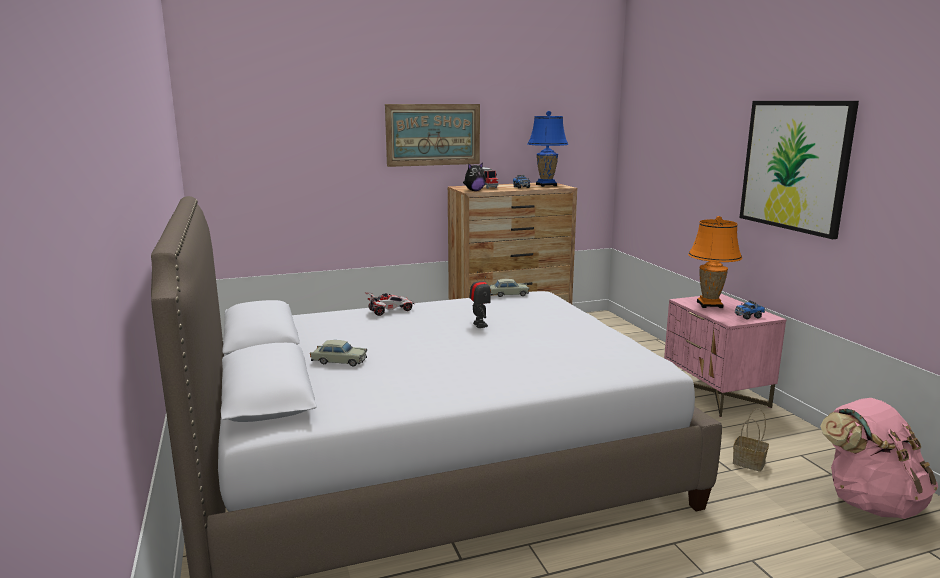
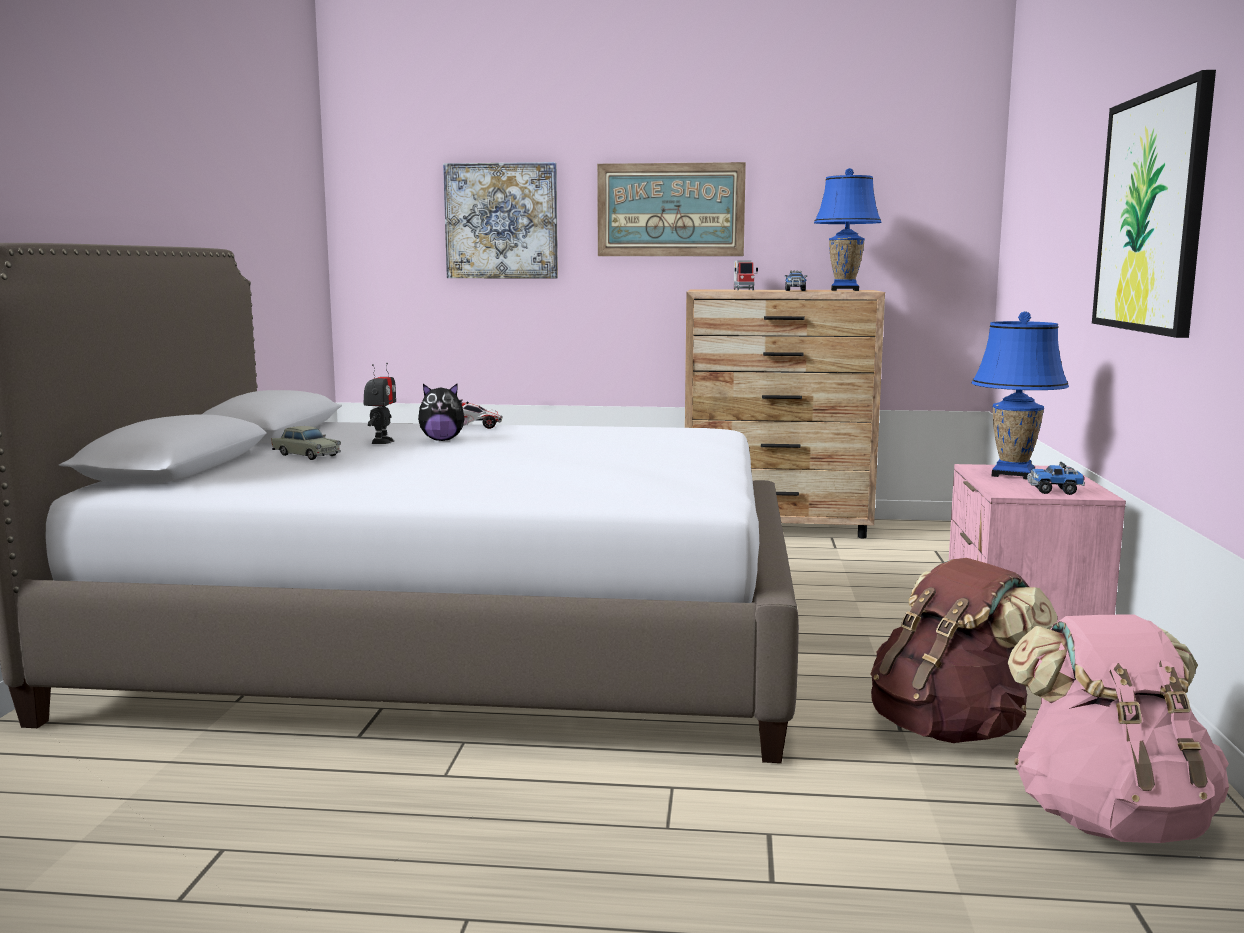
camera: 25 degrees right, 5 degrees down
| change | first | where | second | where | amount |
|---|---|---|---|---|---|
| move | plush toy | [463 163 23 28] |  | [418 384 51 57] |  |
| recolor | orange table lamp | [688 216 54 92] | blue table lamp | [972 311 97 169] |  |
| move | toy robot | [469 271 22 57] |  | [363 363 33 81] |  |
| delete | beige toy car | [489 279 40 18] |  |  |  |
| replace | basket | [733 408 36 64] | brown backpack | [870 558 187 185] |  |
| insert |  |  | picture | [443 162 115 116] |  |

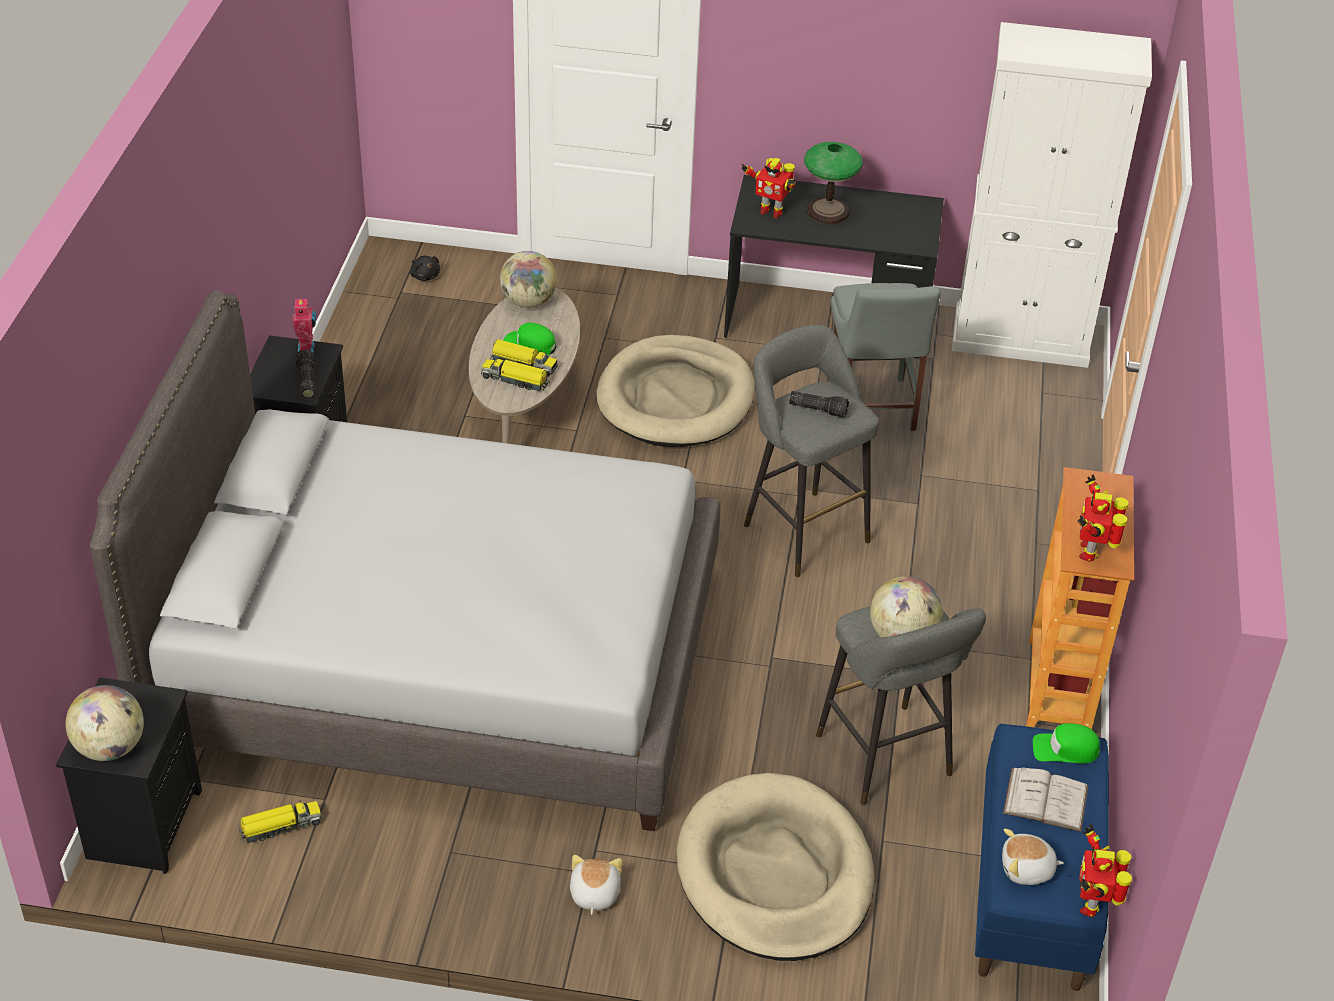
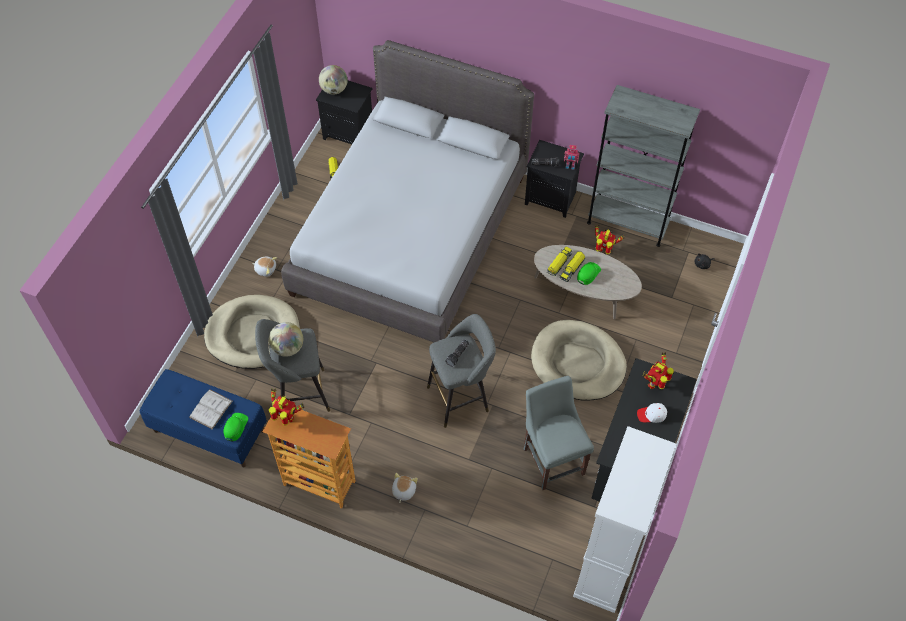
camera: 105 degrees right, 15 degrees up
| change | first | where | second | where | amount |
|---|---|---|---|---|---|
| replace | table lamp | [804 142 59 82] | white cap | [637 403 30 20] |  |
| delete | globe | [500 251 57 57] |  |  |  |
| rotate | grey chair | [827 283 114 148] |  | [524 376 70 114] | 60 degrees clockwise |
| move | toy robot | [1079 824 53 93] |  | [595 225 30 29] |  |
| move | plush toy | [1002 829 62 56] |  | [392 473 26 30] |  |
| insert |  |  | grey bookcase | [587 85 113 162] |  |

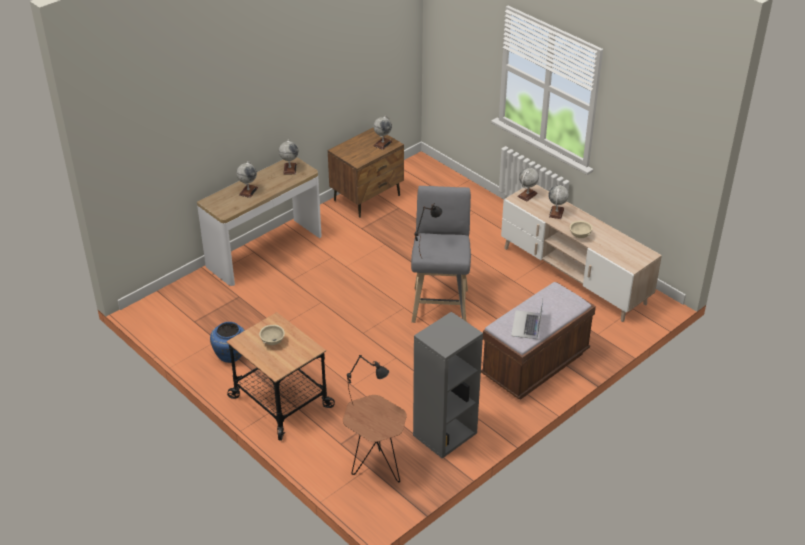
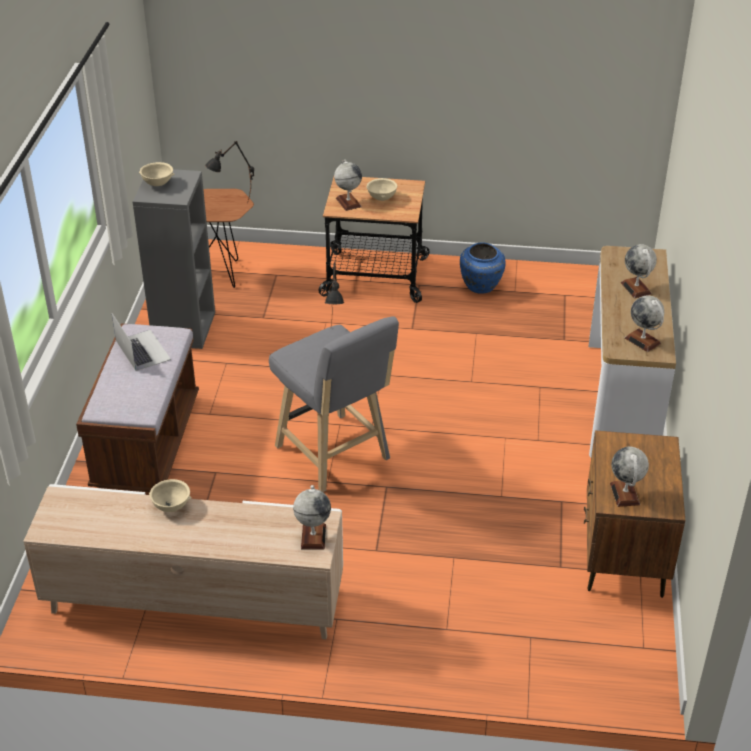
camera: 140 degrees right, 0 degrees up
| change | first | where | second | where | amount |
|---|---|---|---|---|---|
| move | globe | [548 185 21 34] |  | [334 160 28 51] |  |
| insert |  |  | beige bowl | [139 162 35 24] |  |

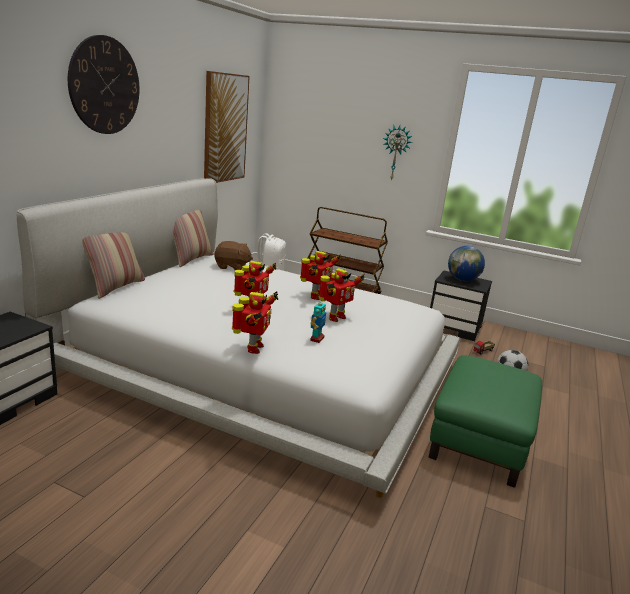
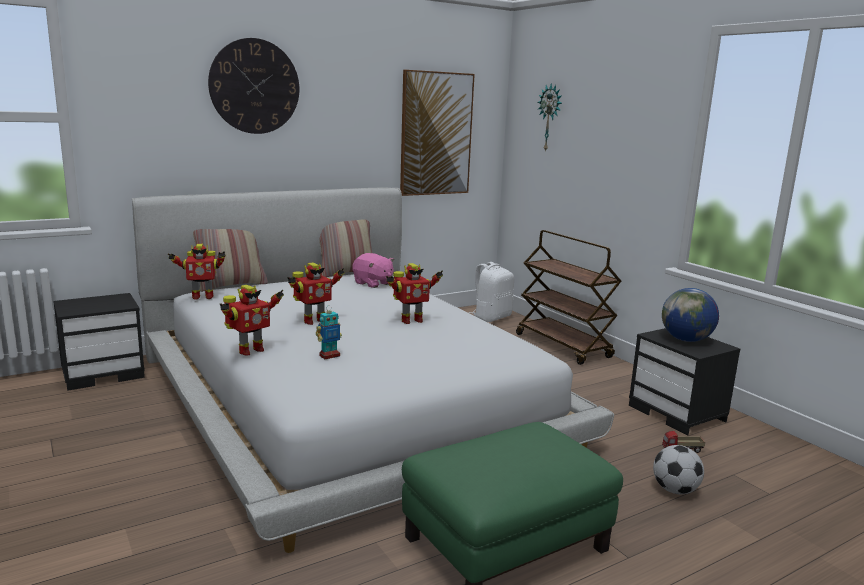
camera: 35 degrees right, 5 degrees down
| change | first | where | second | where | amount |
|---|---|---|---|---|---|
| move | wall clock | [383 125 29 56] |  | [538 84 24 68] |  |
| recolor | brown plush toy | [214 241 39 29] | pink plush toy | [352 253 42 35] |  |
| move | toy robot | [319 268 46 54] |  | [168 244 58 56] |  |

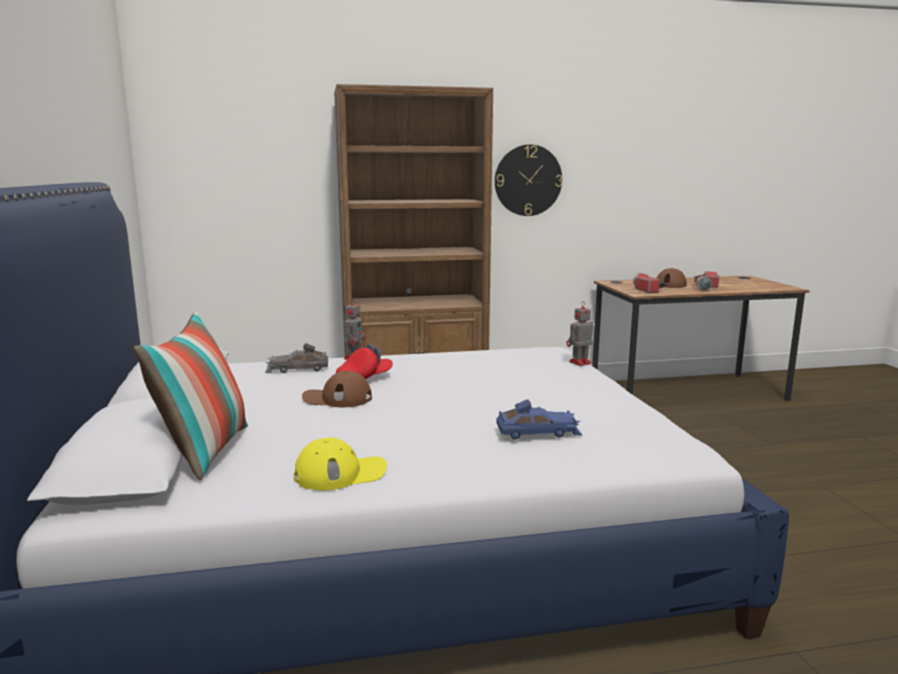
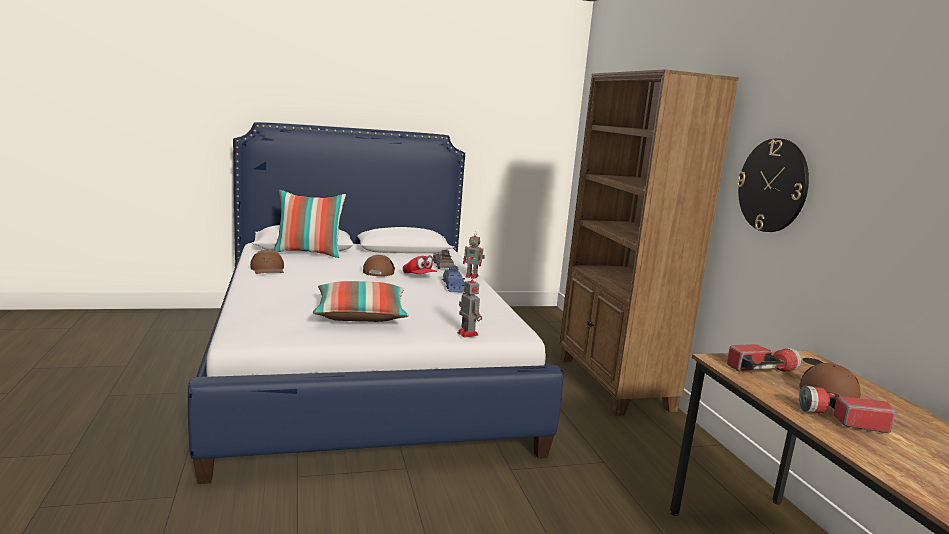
camera: 85 degrees right, 0 degrees up
| change | first | where | second | where | amount |
|---|---|---|---|---|---|
| move | blue toy car | [497 399 85 40] |  | [442 265 24 28] |  |
| recolor | yellow cap | [294 438 93 52] | brown cap | [250 250 34 24] |  |
| insert |  |  | pillow | [313 281 96 41] |  |

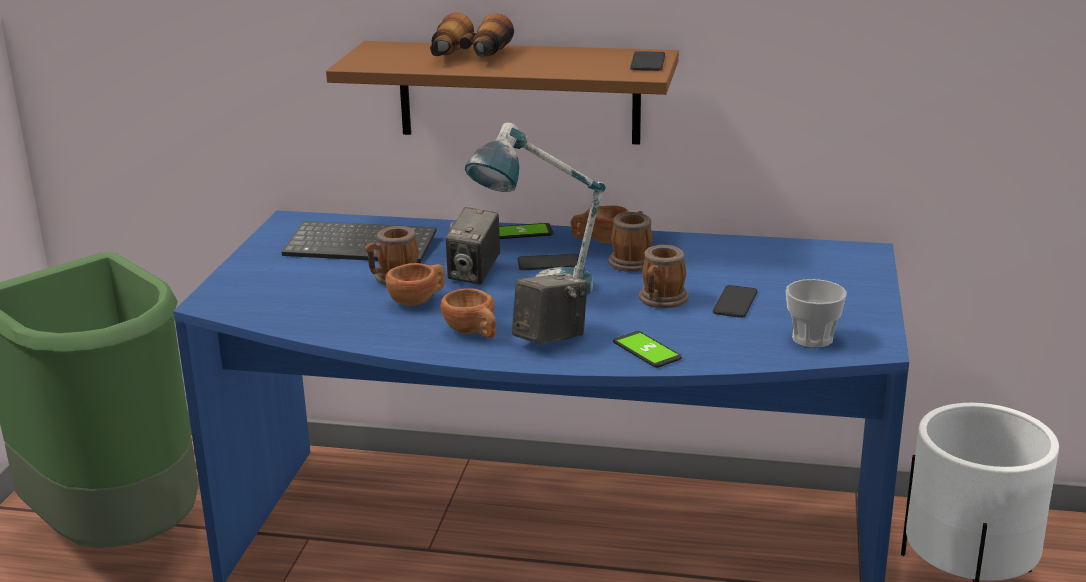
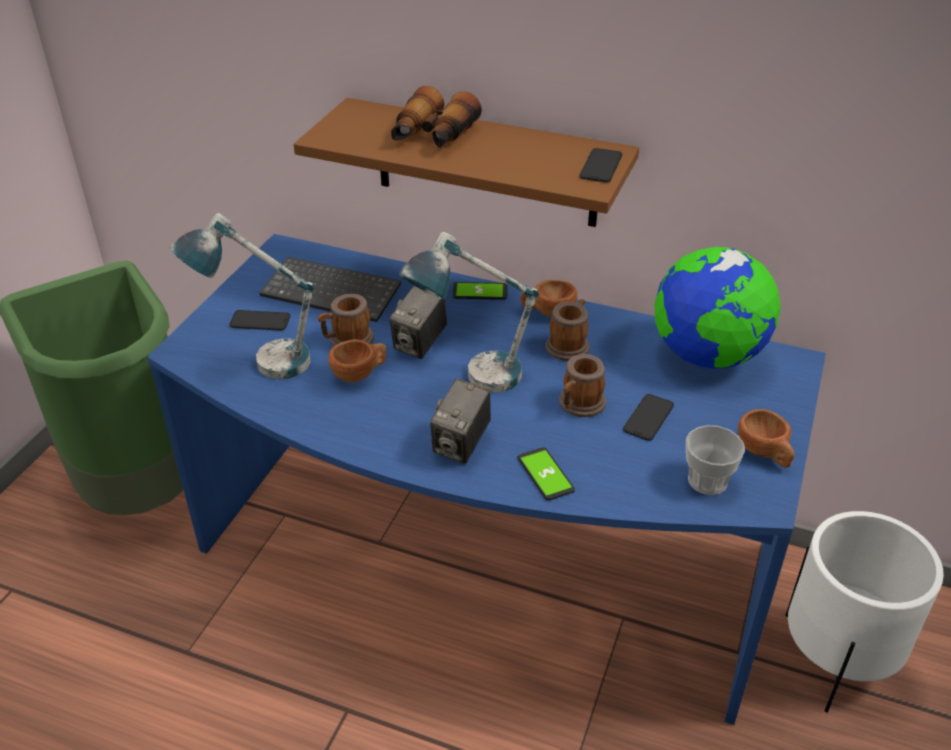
camera: 10 degrees right, 15 degrees up
| change | first | where | second | where | amount |
|---|---|---|---|---|---|
| move | phone | [517 254 62 16] |  | [229 310 61 21] |  |
| rotate | photo camera | [512 273 76 72] |  | [430 378 61 86] | 150 degrees clockwise |
| move | brown cup | [441 288 55 50] |  | [738 409 57 59] |  |
| insert |  |  | table lamp | [169 213 146 166] |  |
| insert |  |  | globe | [655 247 126 122] |  |

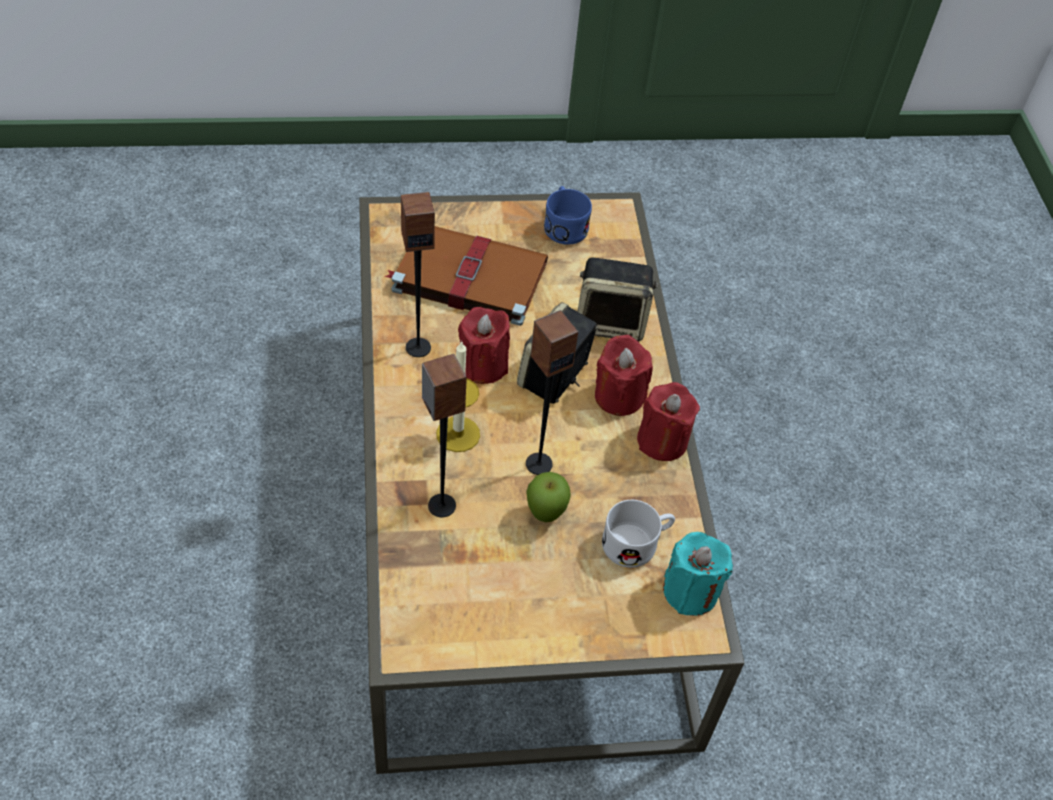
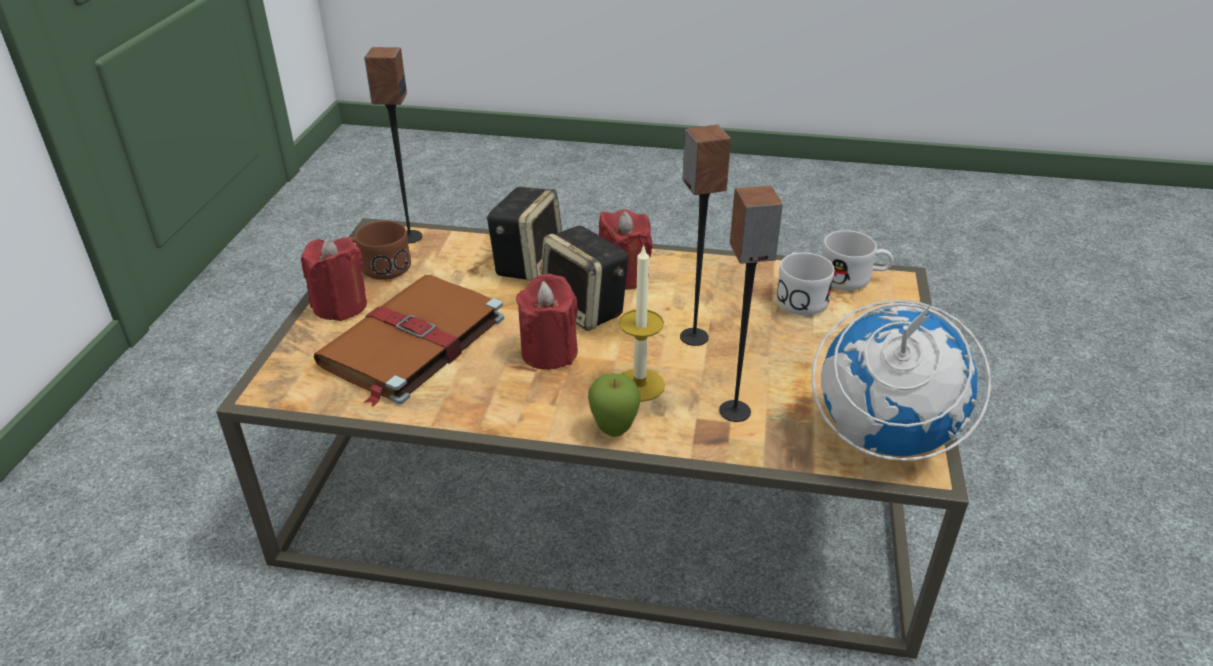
camera: 70 degrees left, 15 degrees down
| change | first | where | second | where | amount |
|---|---|---|---|---|---|
| recolor | blue mug | [544 186 48 59] | brown mug | [347 221 64 59] |  |
| move | speaker | [401 192 34 165] |  | [364 47 58 196] |  |
| move | red candle | [637 382 63 79] |  | [301 237 66 84] |  |
| move | apple | [526 472 45 50] |  | [588 373 53 64] |  |
| replace | turquoise candle | [663 532 70 84] | white mug | [822 230 72 61] |  |
| insert |  |  | globe | [811 300 180 161] |  |

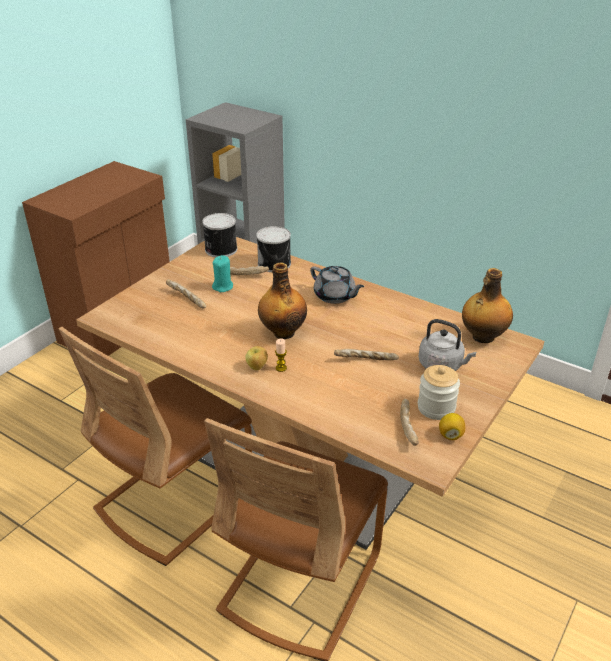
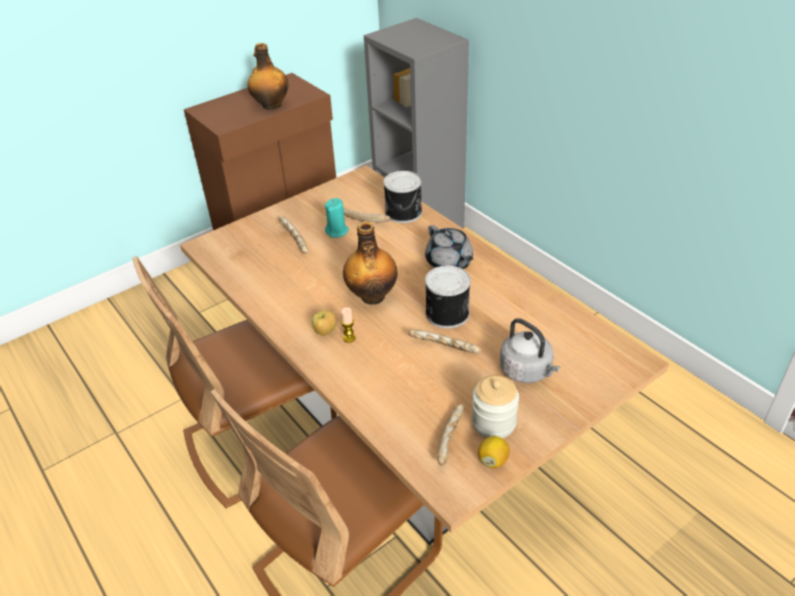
camera: 20 degrees right, 5 degrees up
| change | first | where | second | where | amount |
|---|---|---|---|---|---|
| move | can | [202 213 35 44] |  | [425 265 46 63] |  |
| move | bottle | [462 268 51 75] |  | [248 43 41 67] |  |

